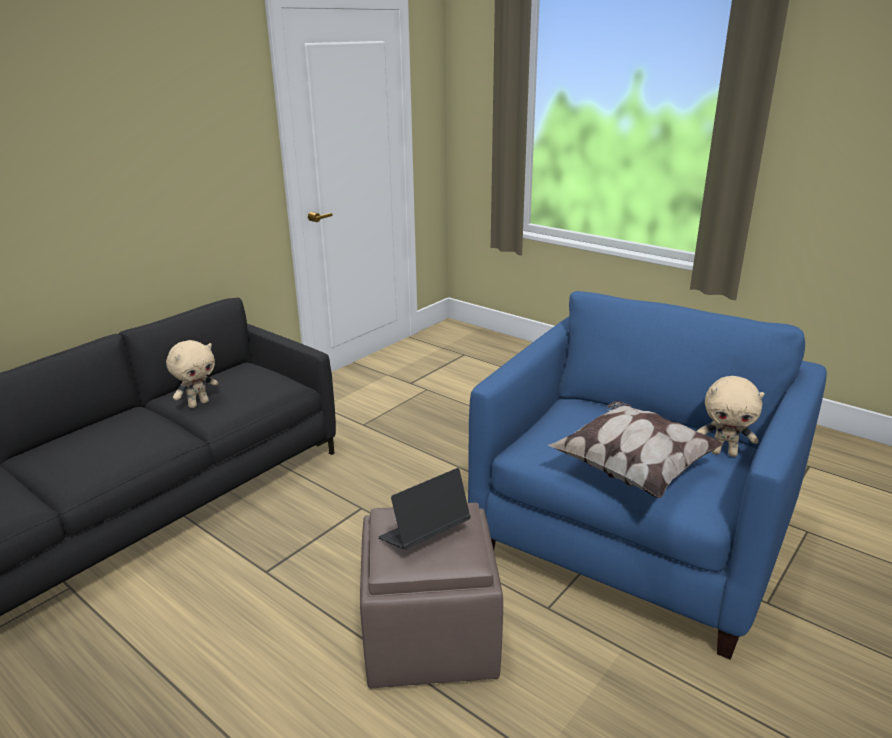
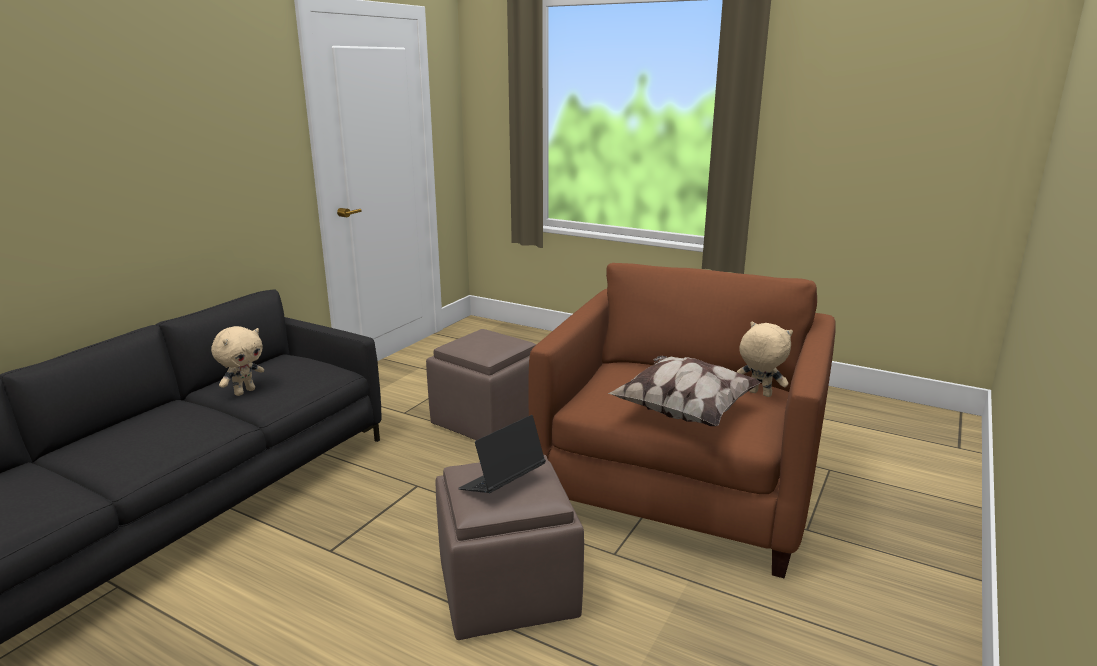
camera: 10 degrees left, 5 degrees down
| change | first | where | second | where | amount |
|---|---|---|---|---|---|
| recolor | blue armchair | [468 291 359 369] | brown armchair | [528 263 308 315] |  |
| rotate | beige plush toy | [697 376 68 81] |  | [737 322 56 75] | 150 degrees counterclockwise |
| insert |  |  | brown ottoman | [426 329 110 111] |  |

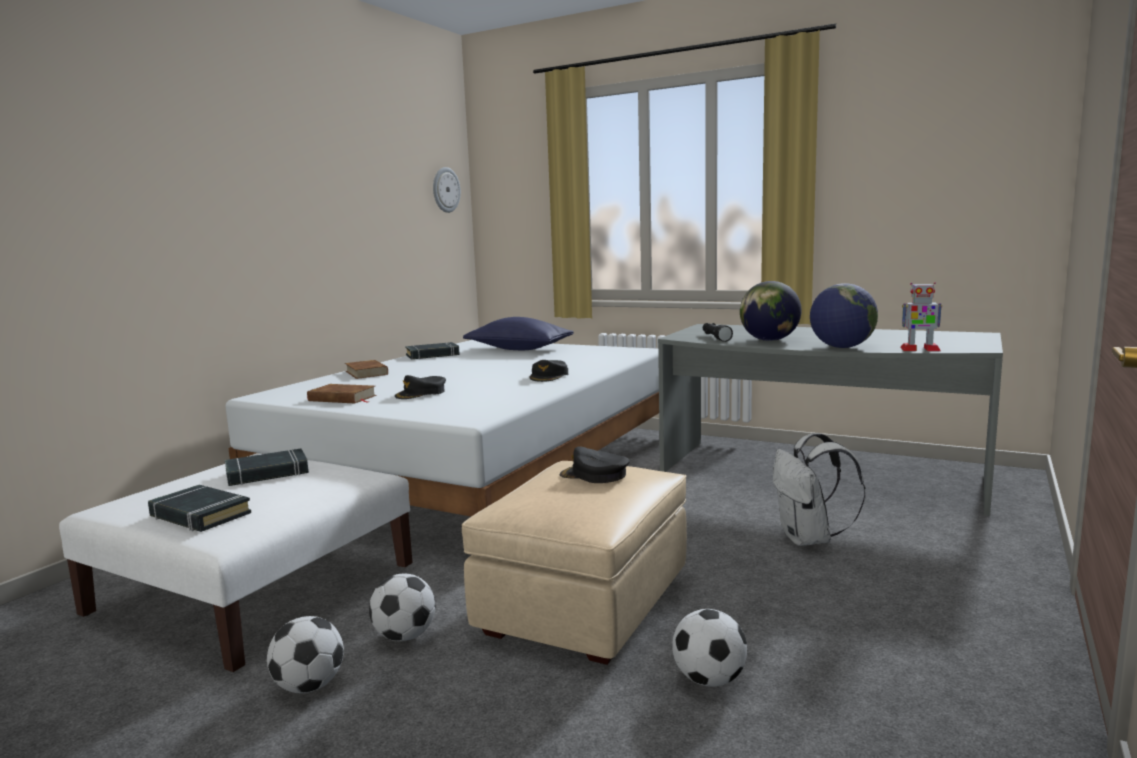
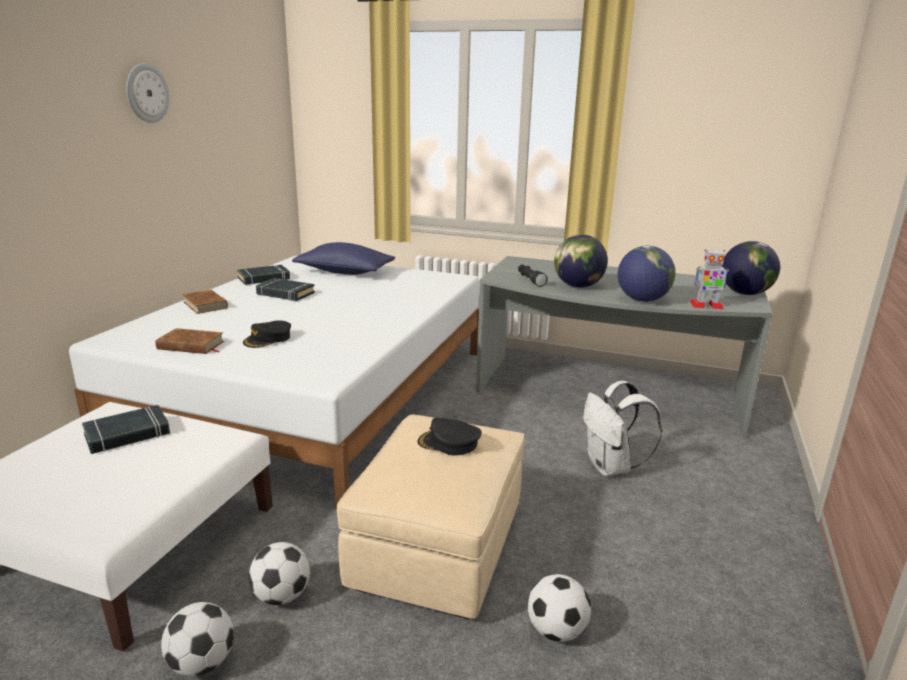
camera: 10 degrees left, 10 degrees up
| change | first | where | second | where | amount |
|---|---|---|---|---|---|
| move | wall clock | [433 167 28 46] |  | [126 63 43 60] |  |
| delete | black cap | [529 360 39 22] |  |  |  |
| move | black book | [148 485 103 47] |  | [256 278 59 23] |  |
| insert |  |  | globe | [722 241 58 54] |  |

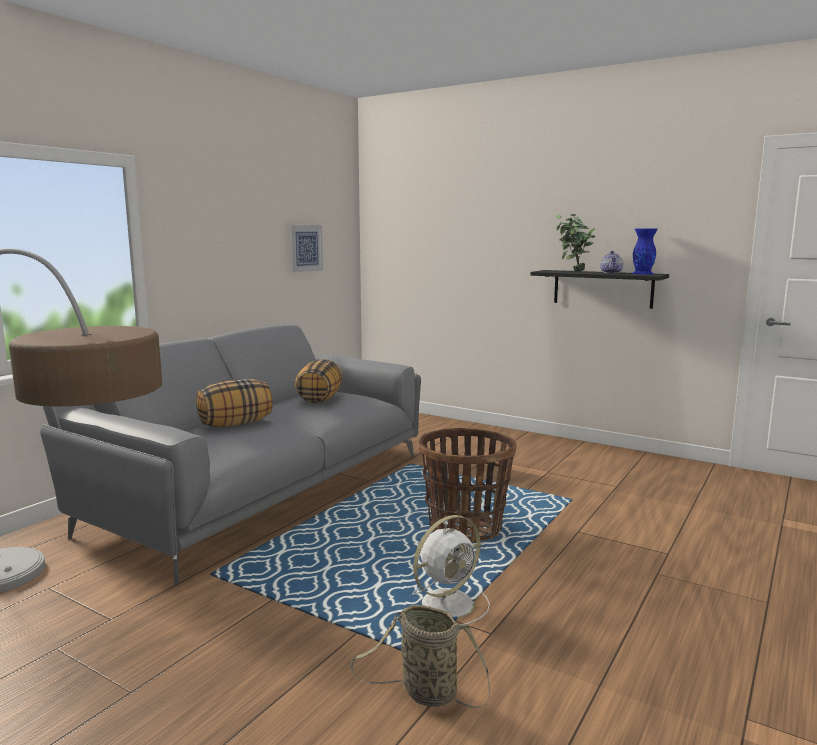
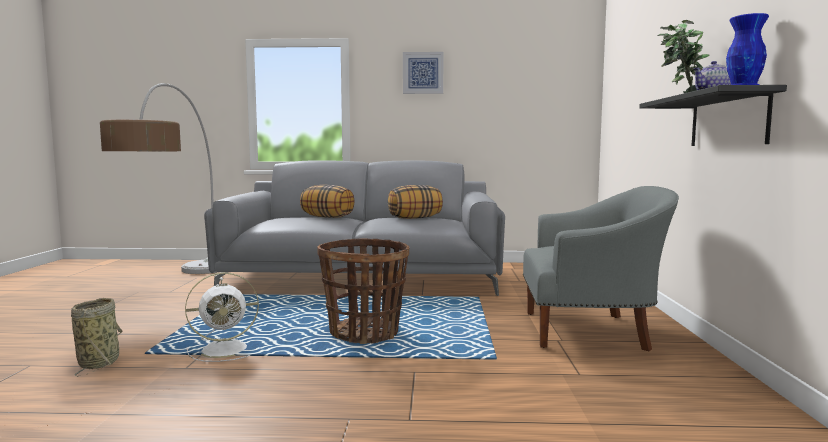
camera: 60 degrees right, 5 degrees down
| change | first | where | second | where | amount |
|---|---|---|---|---|---|
| move | picture | [289 225 34 47] |  | [403 52 41 42] |  |
| rotate | white fan | [403 515 87 110] |  | [185 272 74 90] | 45 degrees counterclockwise |
| insert |  |  | grey armchair | [523 186 156 165] |  |

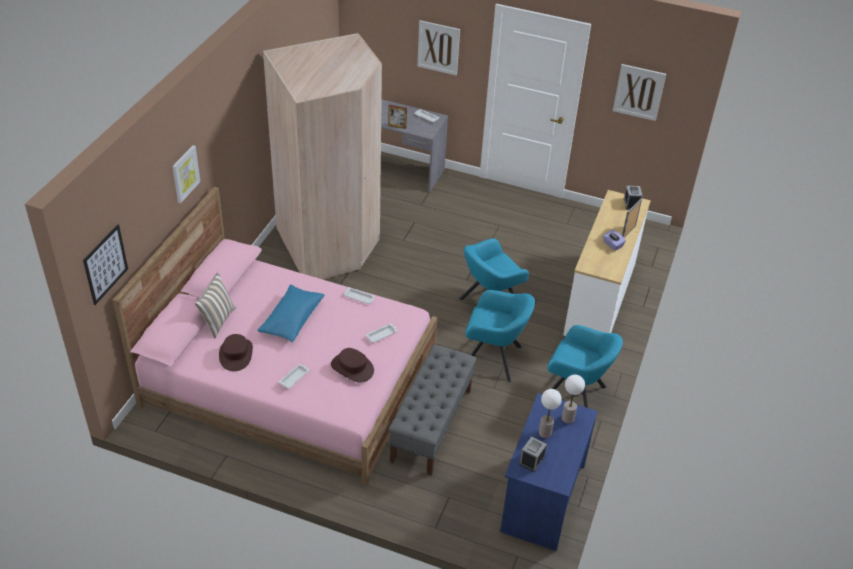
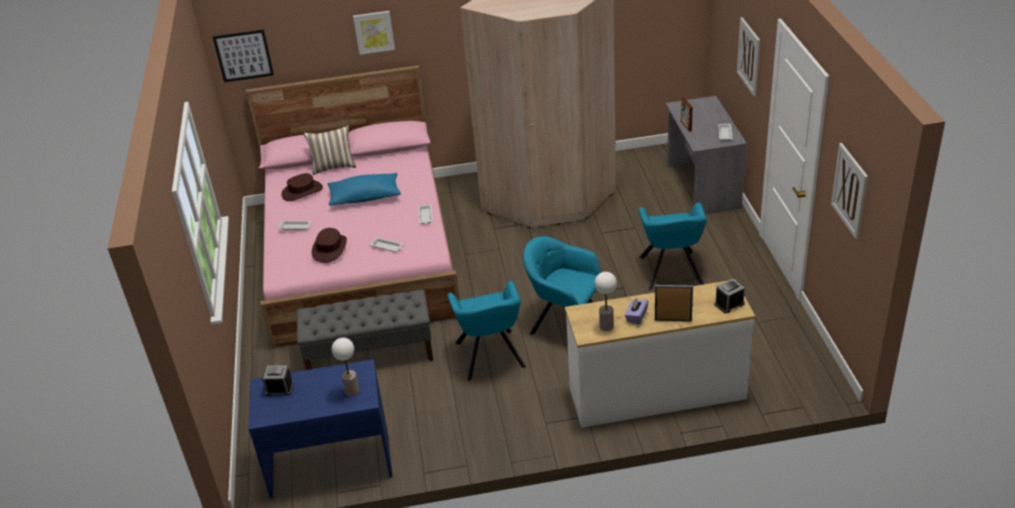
camera: 65 degrees right, 5 degrees down
| change | first | where | second | where | amount |
|---|---|---|---|---|---|
| move | turquoise armchair | [547 325 76 83] |  | [639 202 68 88] |  |
| move | table lamp | [539 389 23 49] |  | [595 272 22 59] |  |

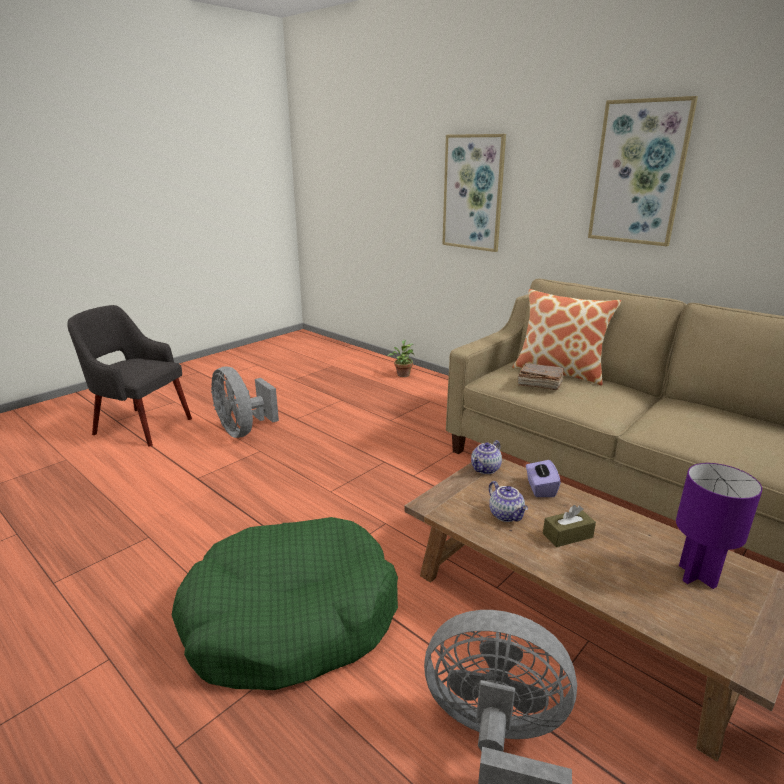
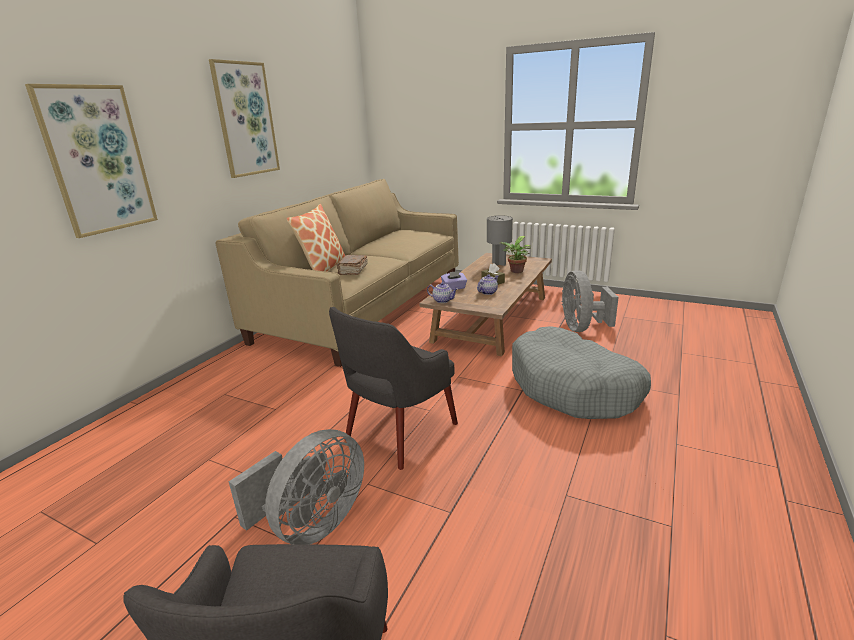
camera: 105 degrees left, 0 degrees up
| change | first | where | second | where | amount |
|---|---|---|---|---|---|
| move | potted plant | [388 340 26 37] |  | [501 236 29 37] |  |
| recolor | purple table lamp | [676 463 86 126] | grey table lamp | [487 215 26 51] |  |
| recolor | green dog bed | [172 517 226 173] | grey dog bed | [512 326 139 93] |  |
| insert |  |  | grey armchair | [329 307 129 163] |  |

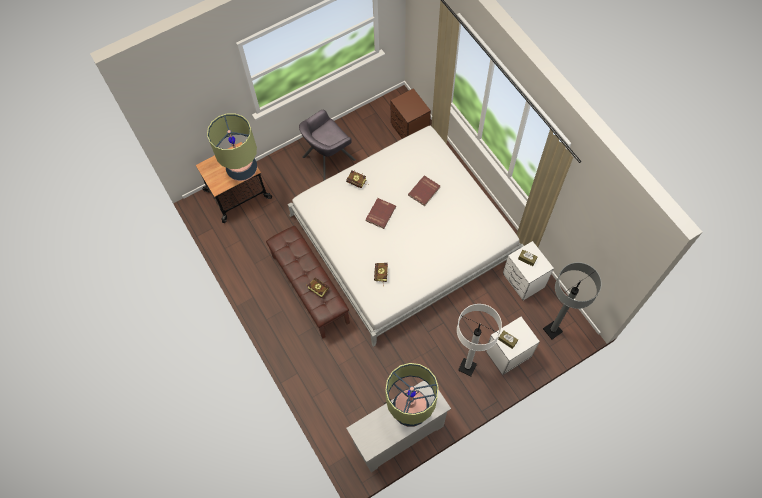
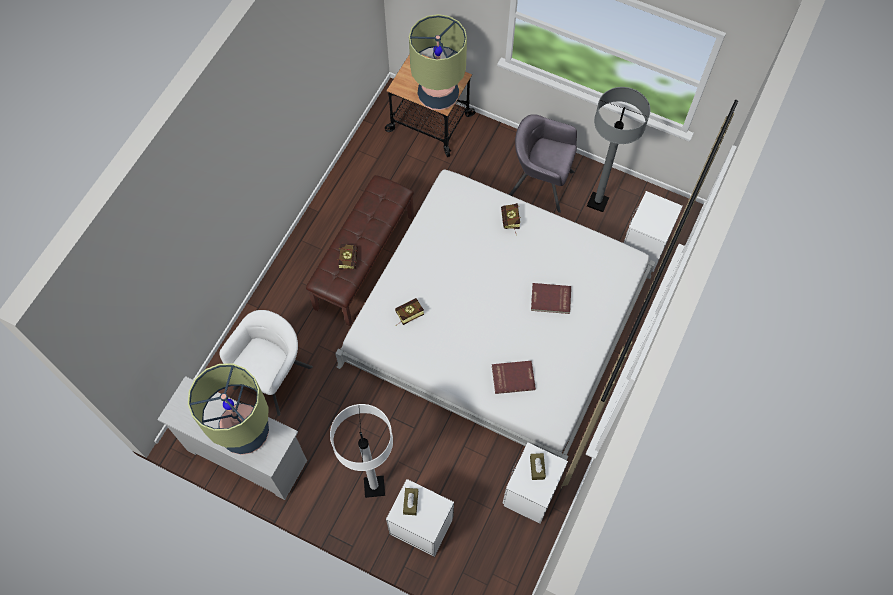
camera: 55 degrees right, 0 degrees up
| change | first | where | second | where | amount |
|---|---|---|---|---|---|
| recolor | brown nightstand | [390 88 41 51] | white nightstand | [624 191 59 81] |  |
| move | red book | [365 198 31 31] |  | [492 361 44 33] |  |
| move | grey floor lamp | [543 262 59 77] |  | [587 87 64 125] |  |
| insert |  |  | white armchair | [219 310 94 106] |  |

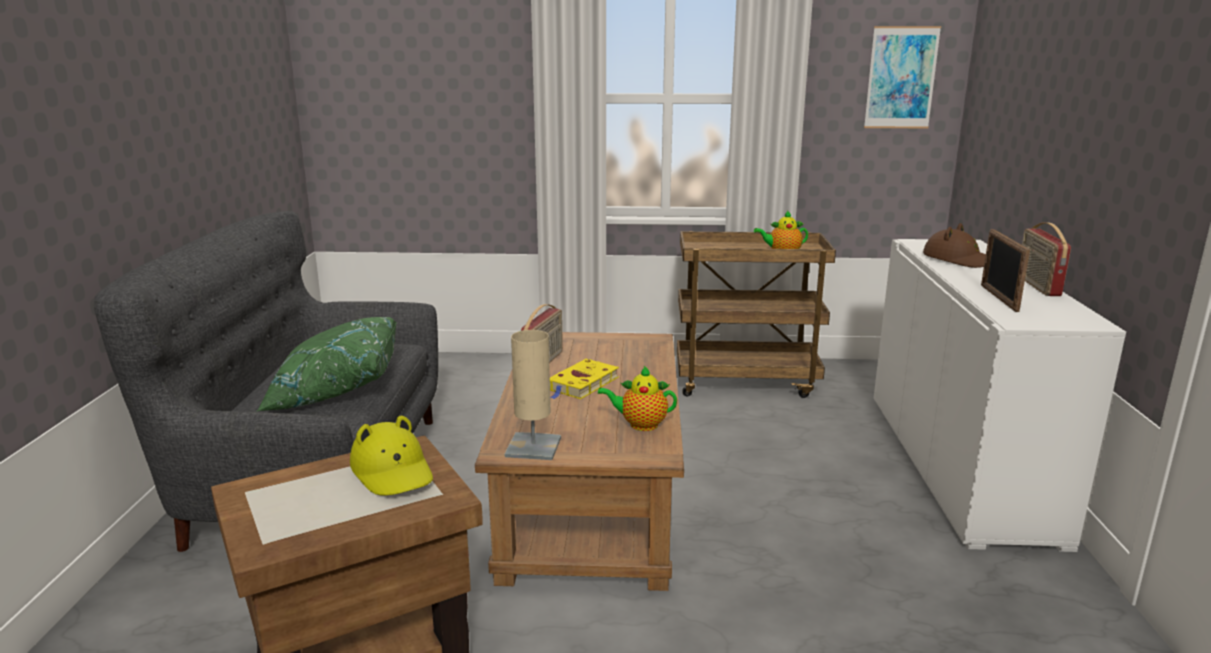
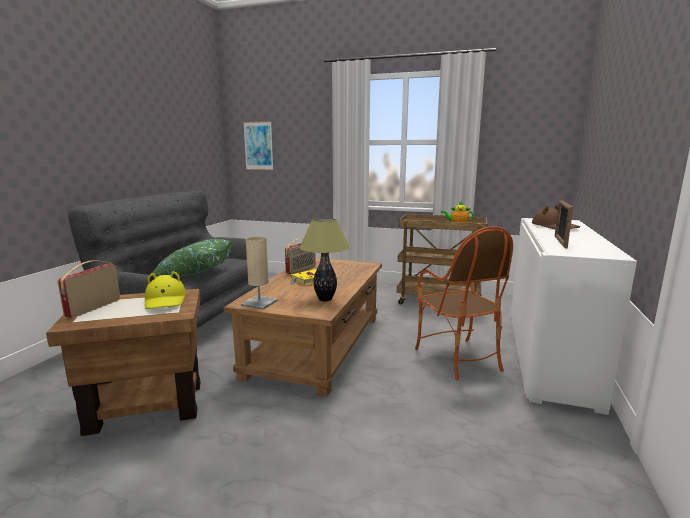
camera: 15 degrees right, 5 degrees down
| change | first | where | second | where | amount |
|---|---|---|---|---|---|
| move | picture | [864 26 77 102] |  | [243 121 30 49] |  |
| move | radio | [1022 222 49 74] |  | [58 260 62 58] |  |
| replace | teapot | [597 366 80 65] | table lamp | [300 218 50 83] |  |
| insert |  |  | armchair | [415 226 98 155] |  |

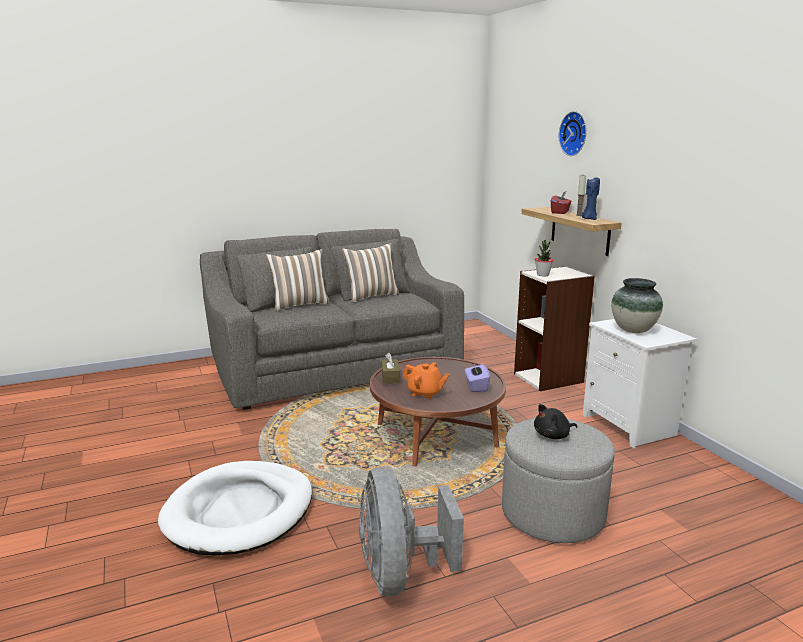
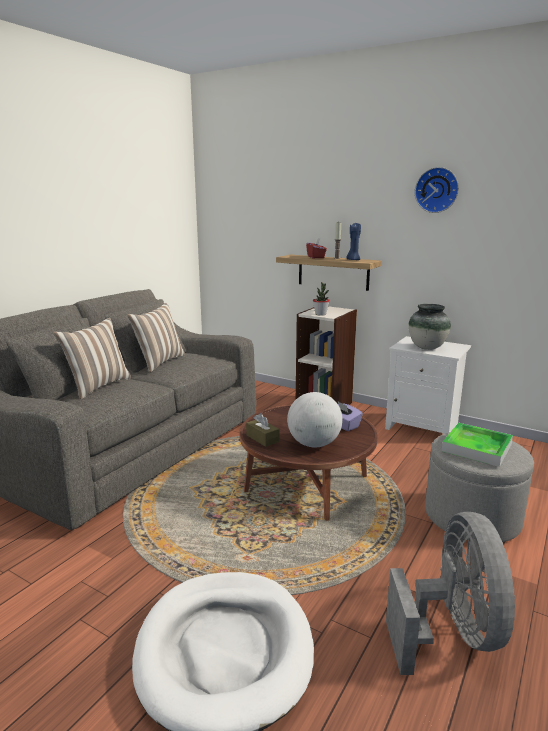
camera: 35 degrees left, 0 degrees up
| change | first | where | second | where | amount |
|---|---|---|---|---|---|
| move | wall clock | [559 111 28 45] |  | [415 167 44 46] |  |
| replace | orange teapot | [403 362 47 37] | globe | [287 392 56 55] |  |
| replace | black plush toy | [534 404 44 35] | tray | [442 422 71 45] |  |
| rotate | grey fan | [359 467 105 129] |  | [386 512 129 163] | 135 degrees counterclockwise |

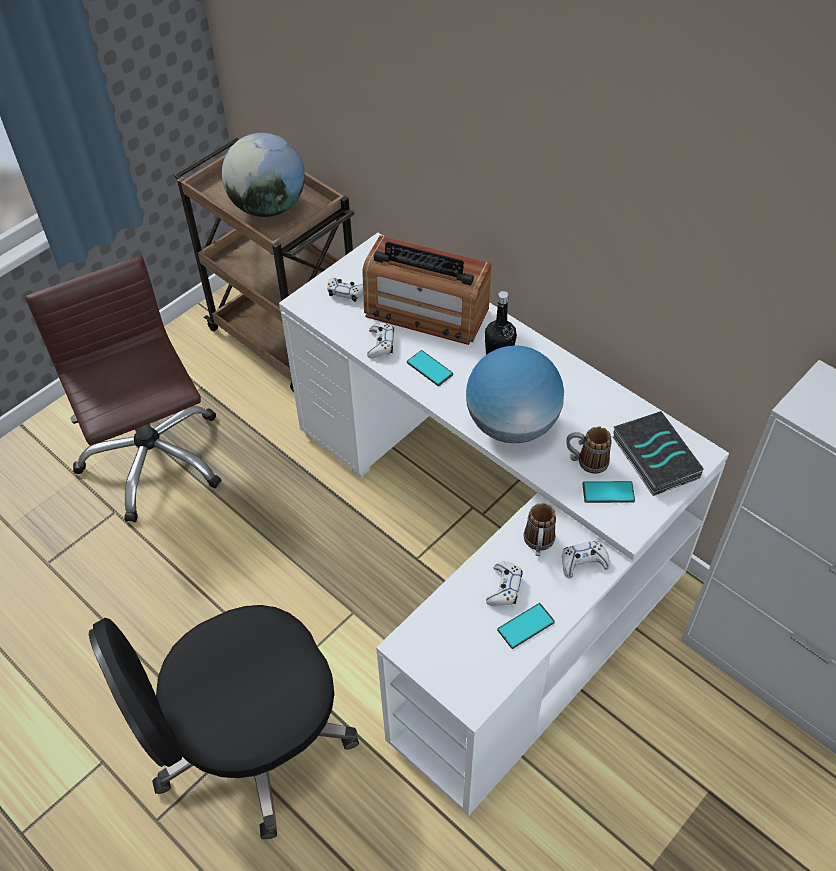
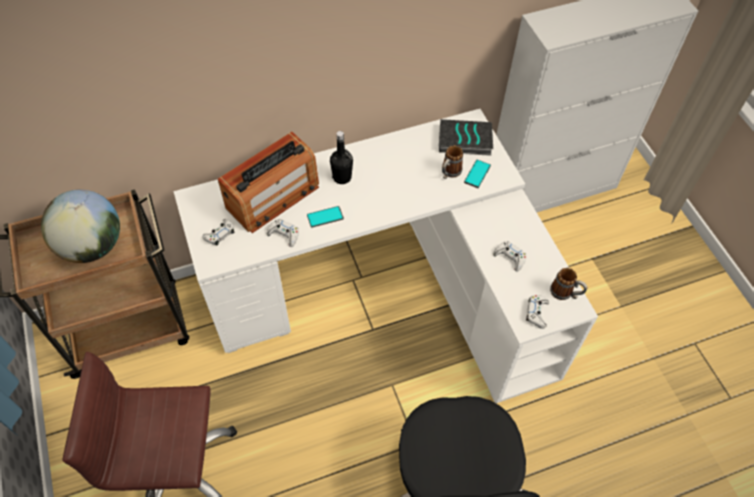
camera: 65 degrees left, 5 degrees up
| change | first | where | second | where | amount |
|---|---|---|---|---|---|
| delete | globe | [466 345 98 98] |  |  |  |
| move | mug | [524 503 32 53] |  | [550 268 37 32] |  |
| move | white game controller | [562 541 48 37] |  | [526 295 23 34] |  |
| delete | phone | [497 603 58 46] |  |  |  |

